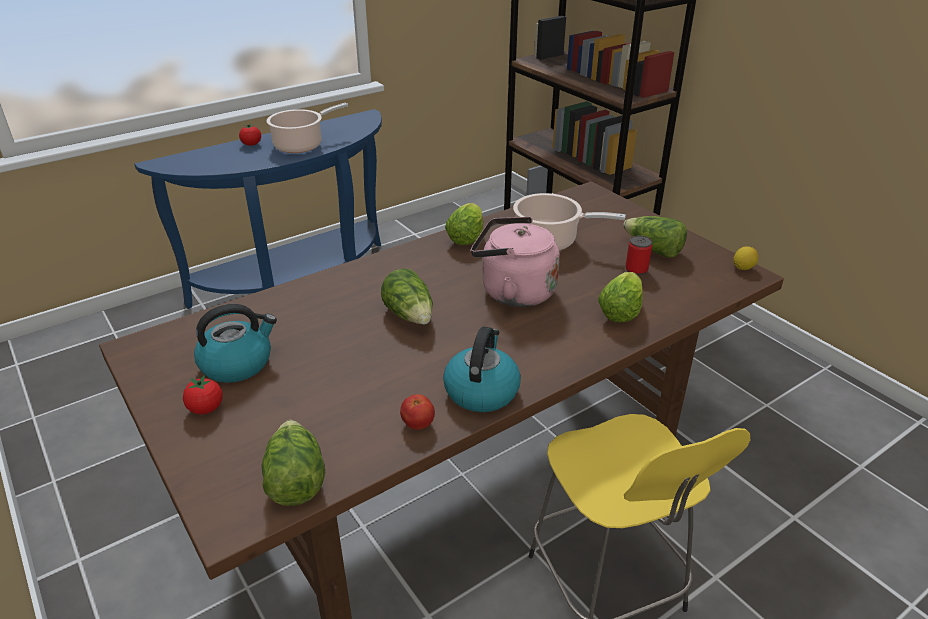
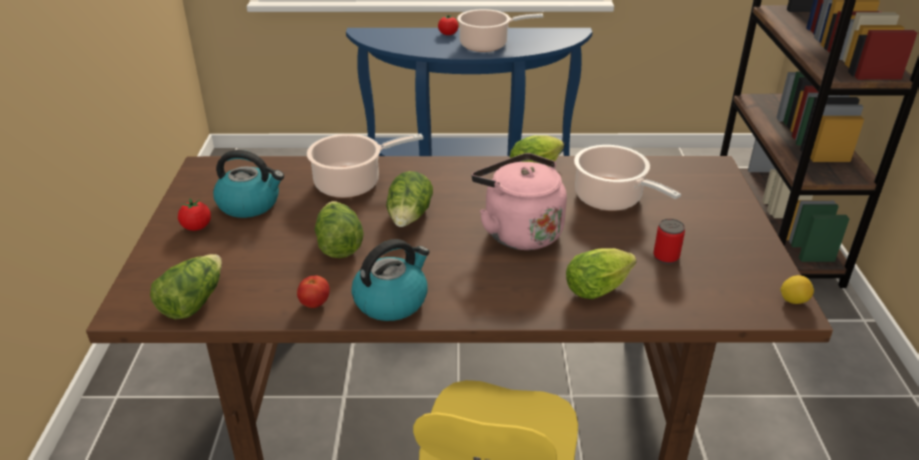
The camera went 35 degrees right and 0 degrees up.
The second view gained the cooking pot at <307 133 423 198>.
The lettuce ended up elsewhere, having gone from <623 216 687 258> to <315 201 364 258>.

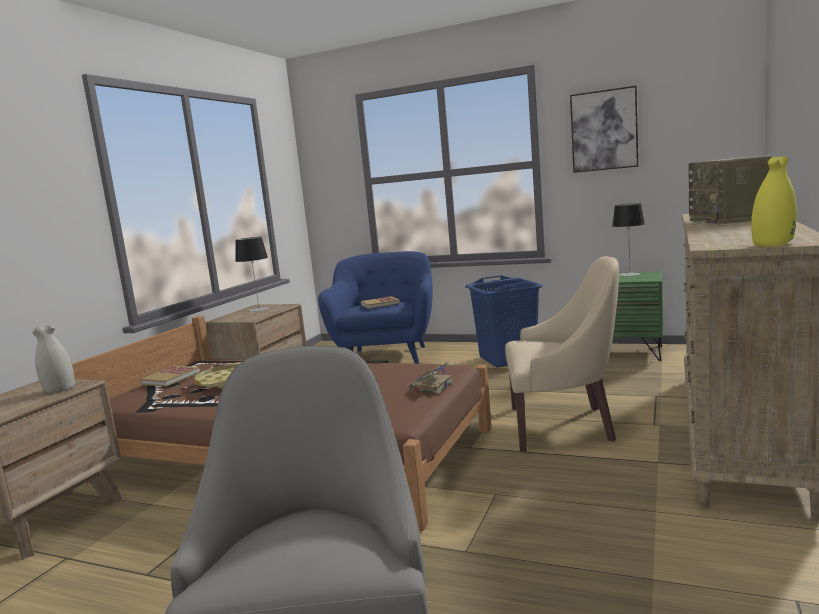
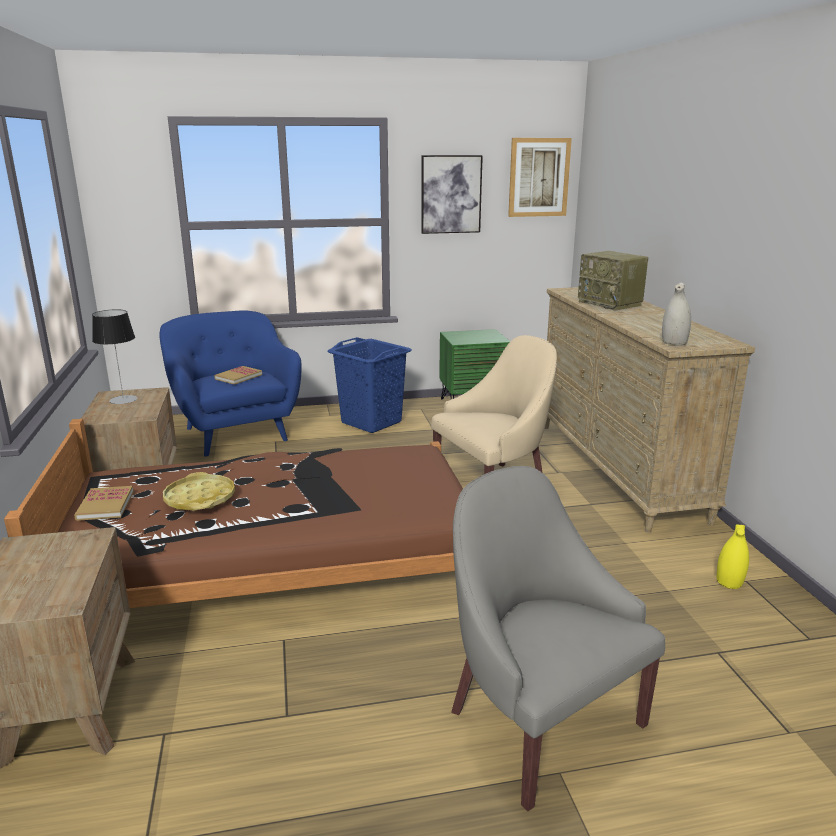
The camera went 35 degrees left and 10 degrees up.
The second view gained the picture at <508 138 572 217>.
The vase in white ended up elsewhere, having gone from <32 324 75 393> to <662 283 691 345>.
The vase in yellow ended up elsewhere, having gone from <751 156 797 247> to <716 524 749 589>.
The second view lost the book at <409 362 454 394>.
The second view lost the table lamp at <612 203 645 276>.

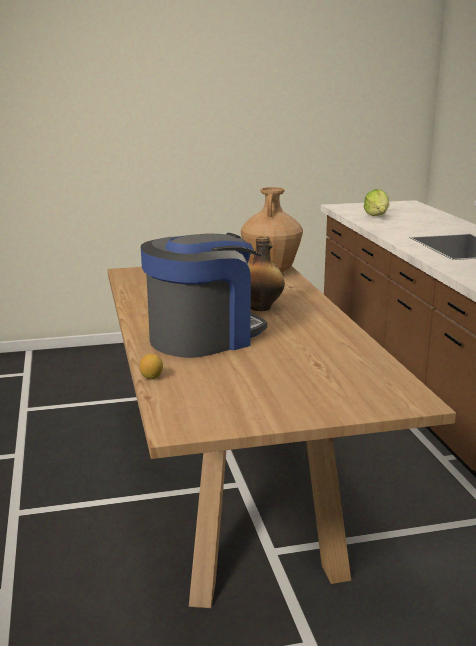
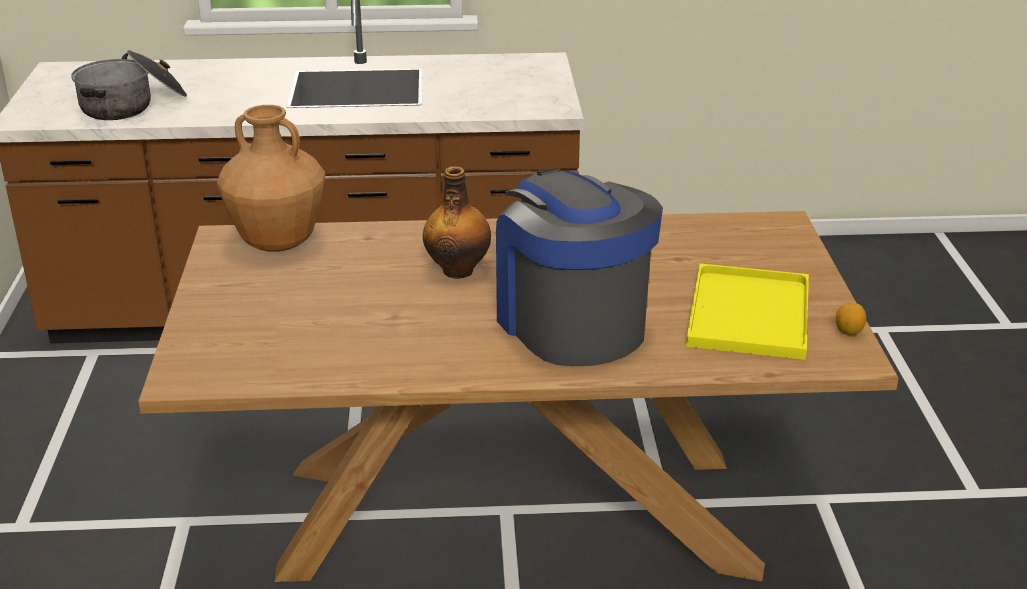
The camera went 80 degrees left and 10 degrees up.
Where the lettuce stood at <363 189 389 216>, the cooking pot came to stand at <71 50 187 120>.
The second view gained the tray in yellow at <686 264 809 360>.
The lemon ended up elsewhere, having gone from <140 354 163 379> to <836 303 866 335>.

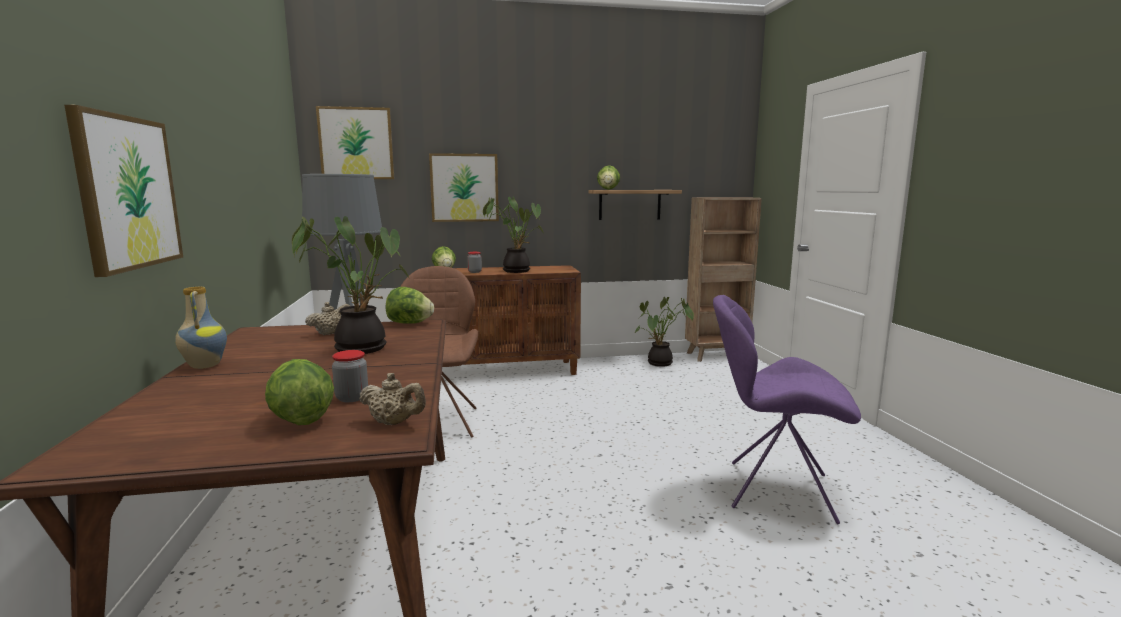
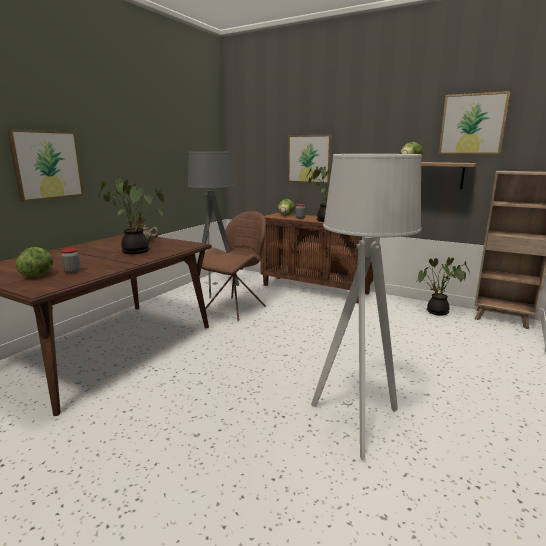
The camera went 40 degrees right and 5 degrees up.
Where the chair in purple stood at <713 295 861 524>, the floor lamp in grey came to stand at <311 154 422 460>.
The picture ended up elsewhere, having gone from <316 106 394 179> to <439 91 510 154>.
The second view lost the vase at <175 287 227 369>.
The second view lost the teapot in beige at <359 373 426 425>.
The second view lost the lettuce at <386 287 434 324>.

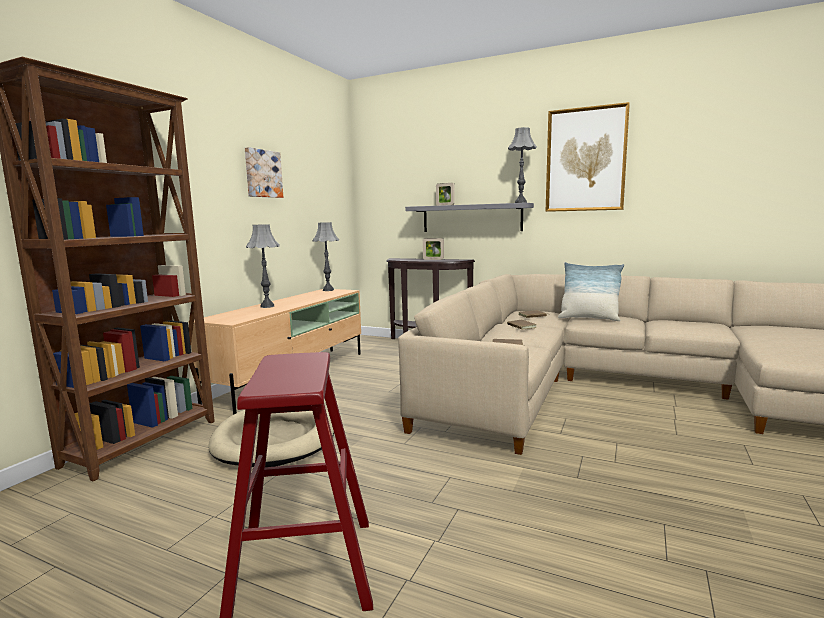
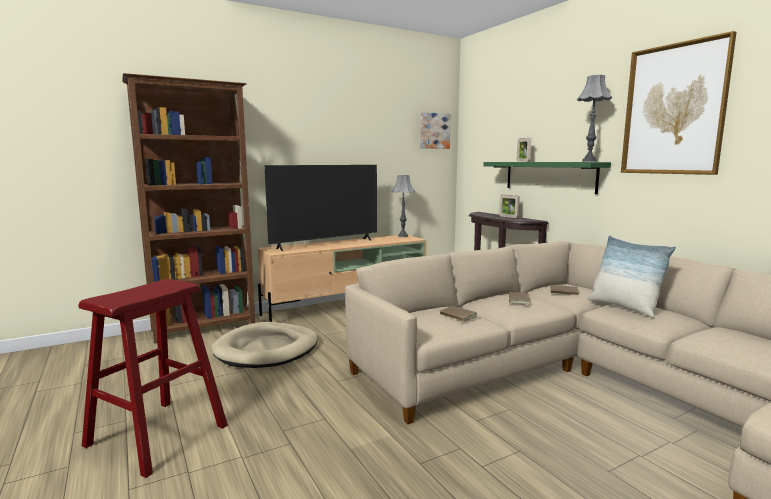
The camera went 35 degrees right and 0 degrees up.
Where the table lamp in grey stood at <246 224 280 308>, the television came to stand at <264 165 377 251>.
The picture ended up elsewhere, having gone from <245 147 283 198> to <420 112 451 149>.
What was the shelf in grey at <405 203 534 232> turned into the shelf in green at <483 162 611 194>.

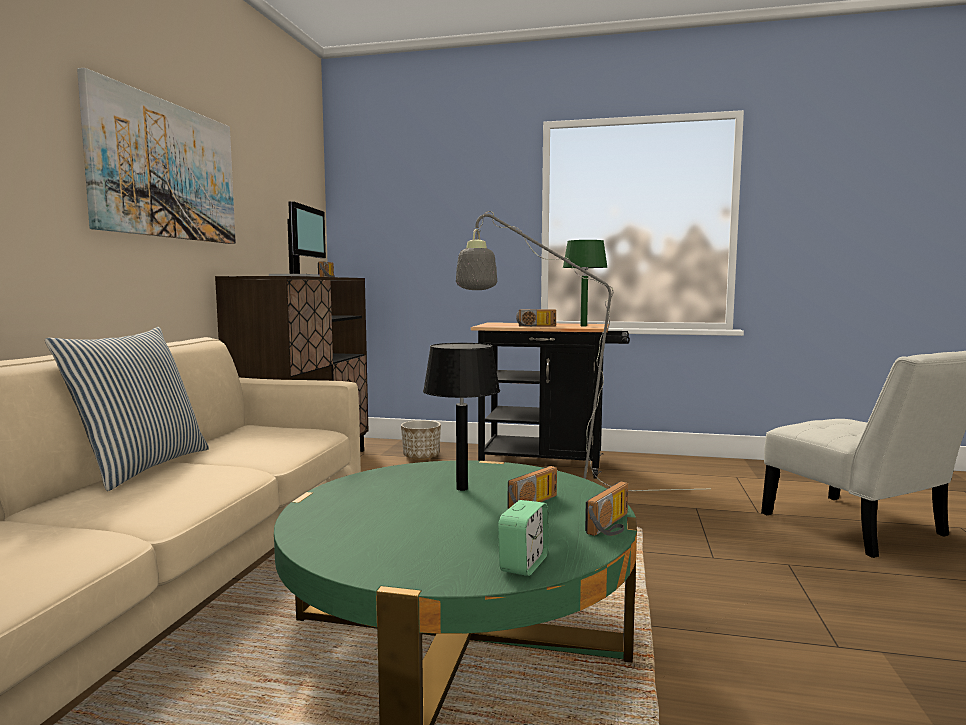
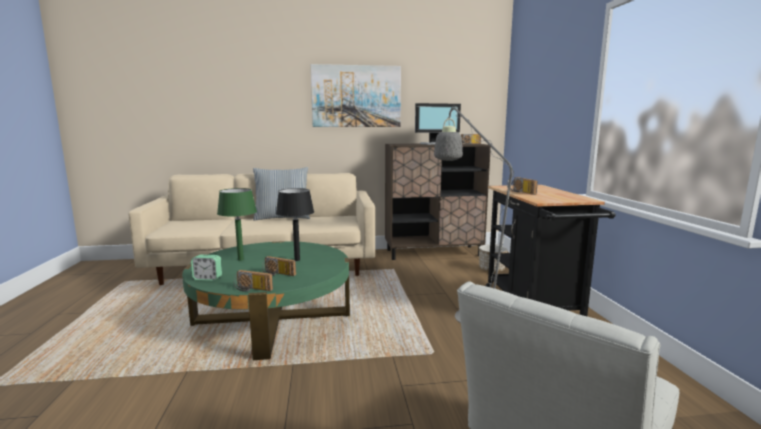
The camera went 70 degrees right and 5 degrees up.
The table lamp in green ended up elsewhere, having gone from <563 240 608 326> to <217 188 257 261>.

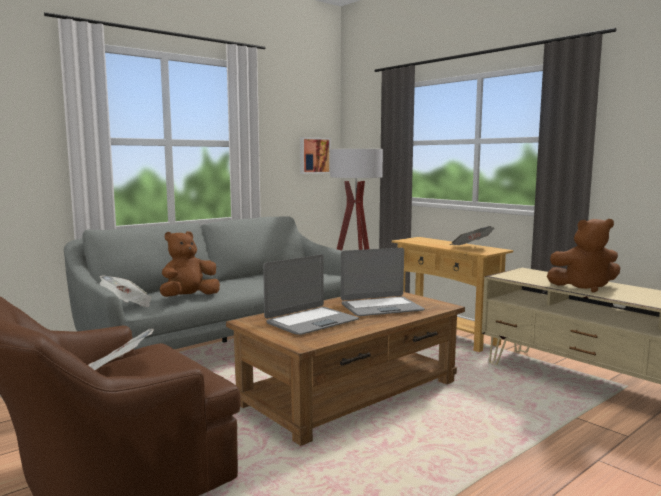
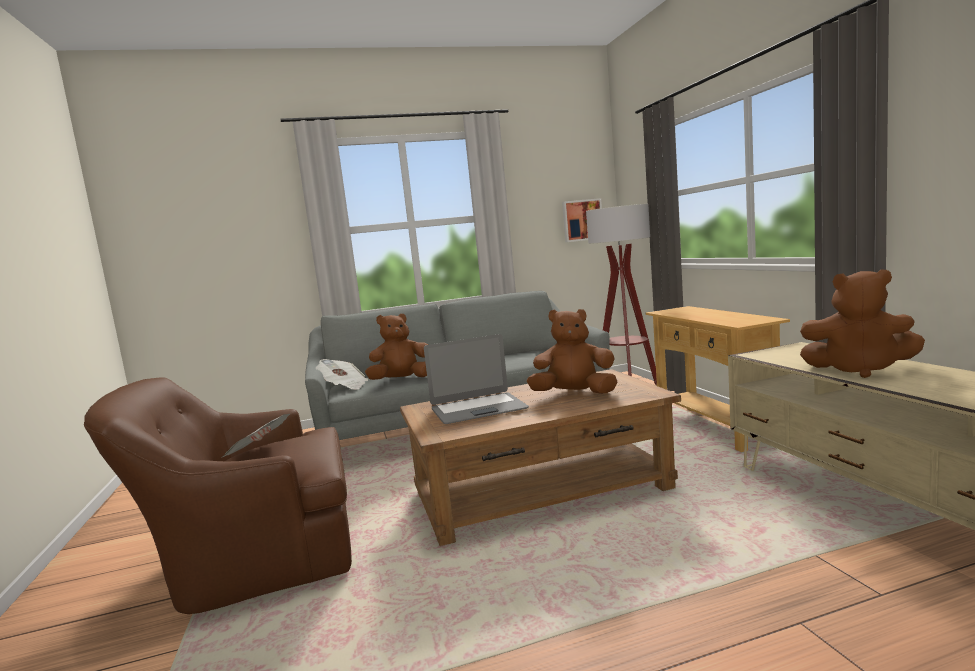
The camera went 25 degrees right and 0 degrees up.
Where the laptop stood at <341 248 425 316>, the plush toy in brown came to stand at <527 309 617 394>.
The second view lost the newspaper at <450 226 495 245>.

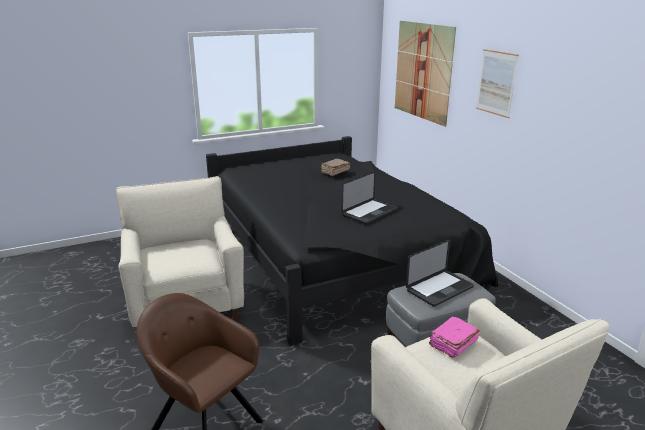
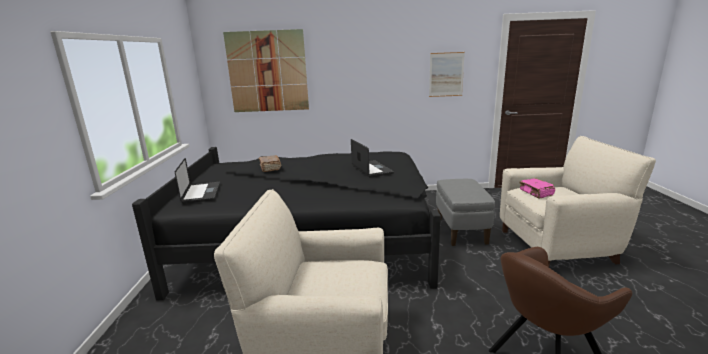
The camera went 65 degrees left and 5 degrees down.
The laptop ended up elsewhere, having gone from <406 239 474 307> to <175 158 220 204>.
The picture ended up elsewhere, having gone from <476 49 519 118> to <429 52 465 97>.

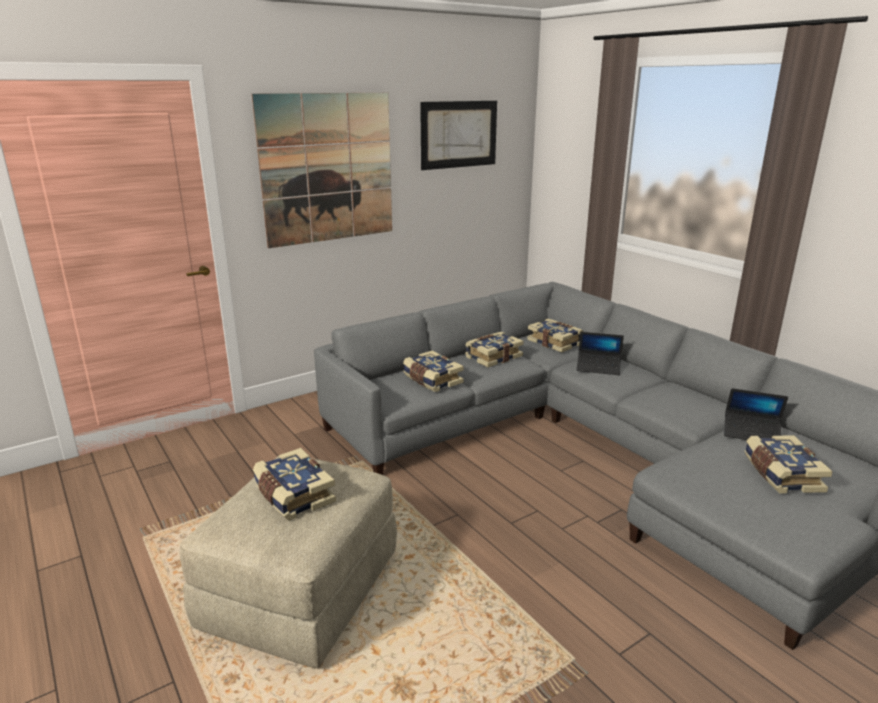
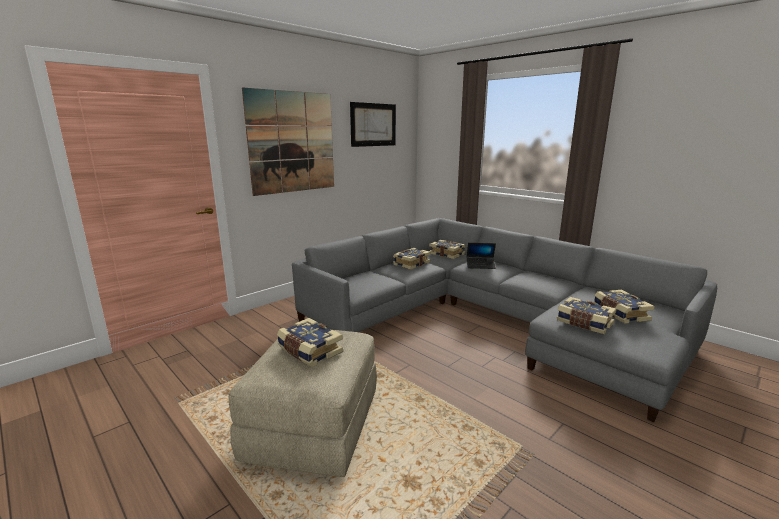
The camera went 10 degrees left and 5 degrees down.
The book ended up elsewhere, having gone from <403 350 464 392> to <557 297 617 334>.
The second view lost the laptop at <724 388 788 440>.

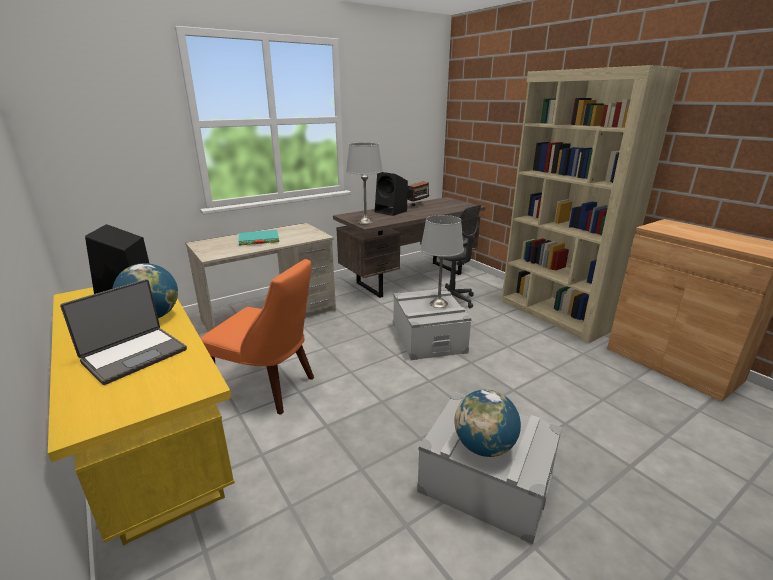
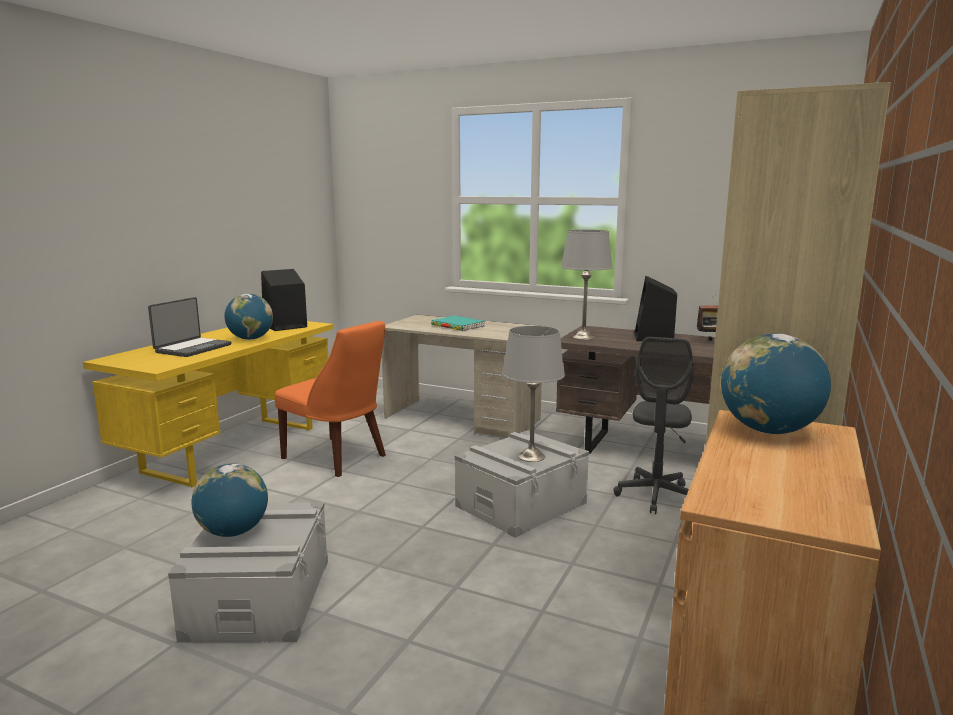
The camera went 60 degrees right and 10 degrees down.
The laptop at <60 279 187 385> ended up facing another way, 75 degrees counterclockwise from before.
The chair in orange at <201 259 314 415> ended up facing another way, 45 degrees counterclockwise from before.
The second view gained the globe at <721 334 831 434>.

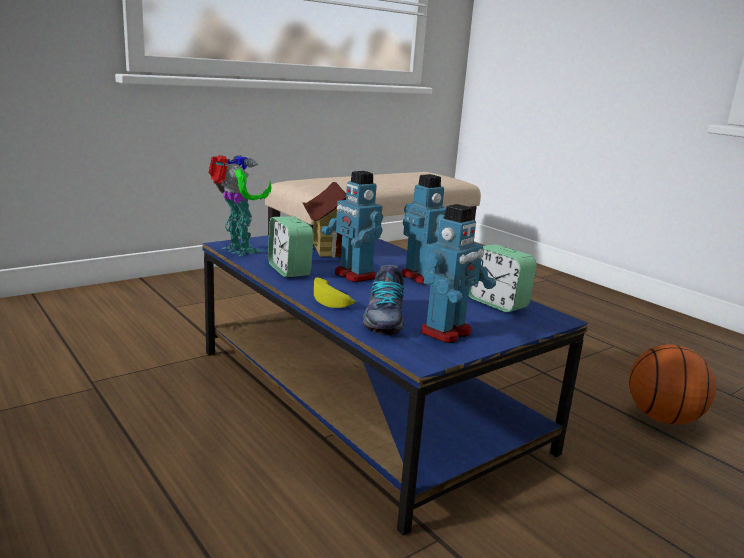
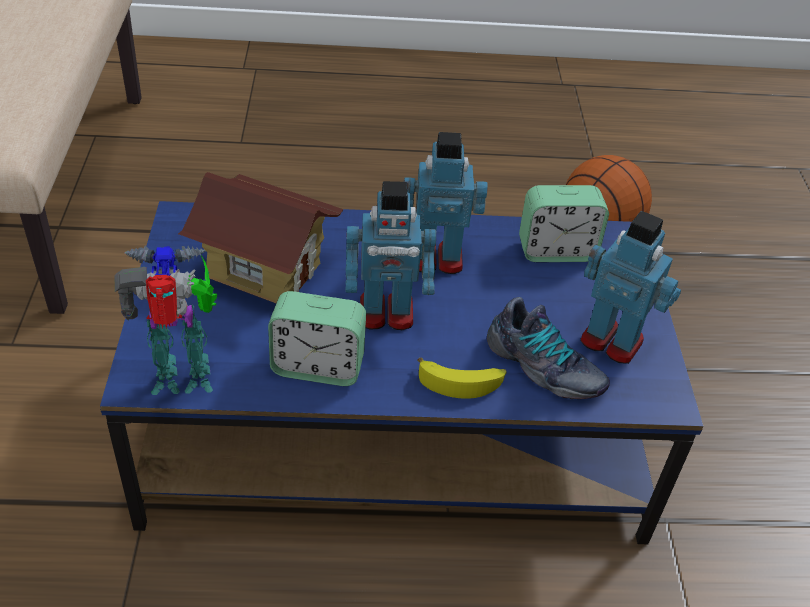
The camera went 55 degrees left and 25 degrees up.
The toy robot at <421 204 496 343> ended up facing another way, 45 degrees counterclockwise from before.

